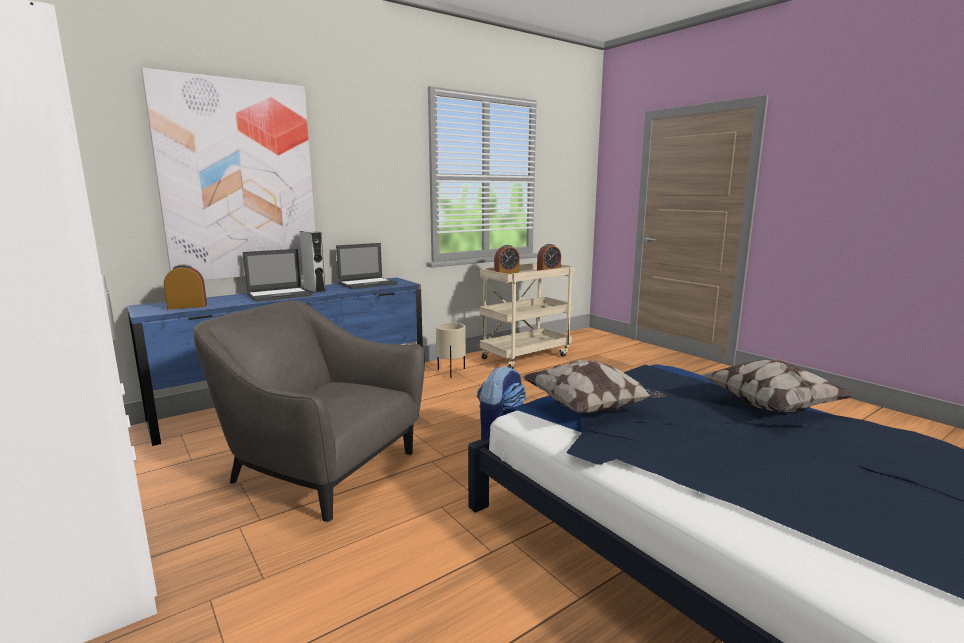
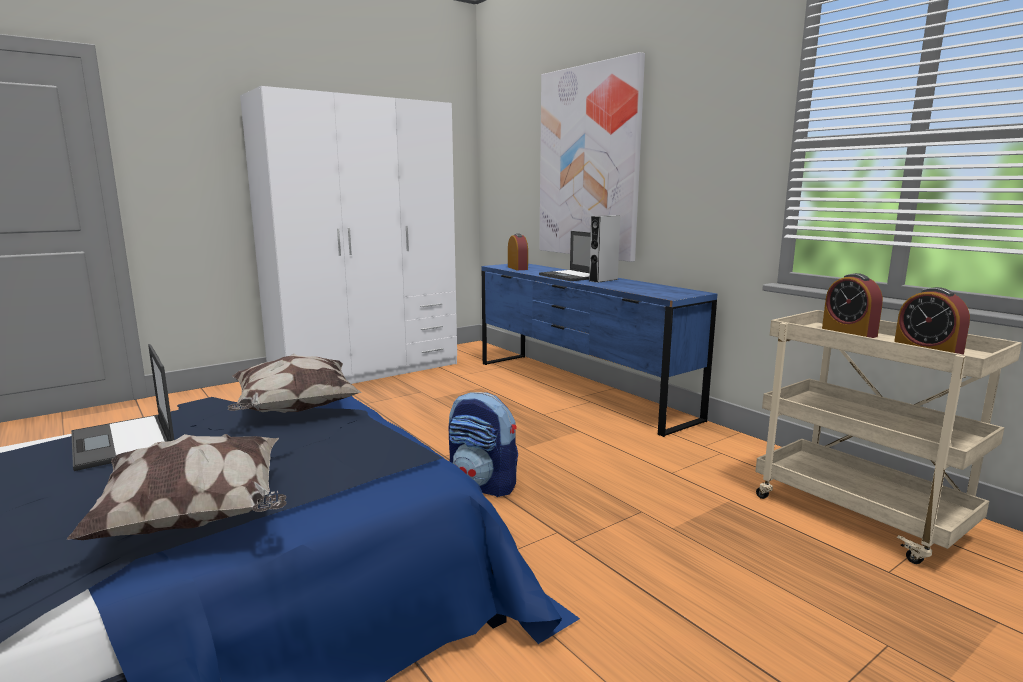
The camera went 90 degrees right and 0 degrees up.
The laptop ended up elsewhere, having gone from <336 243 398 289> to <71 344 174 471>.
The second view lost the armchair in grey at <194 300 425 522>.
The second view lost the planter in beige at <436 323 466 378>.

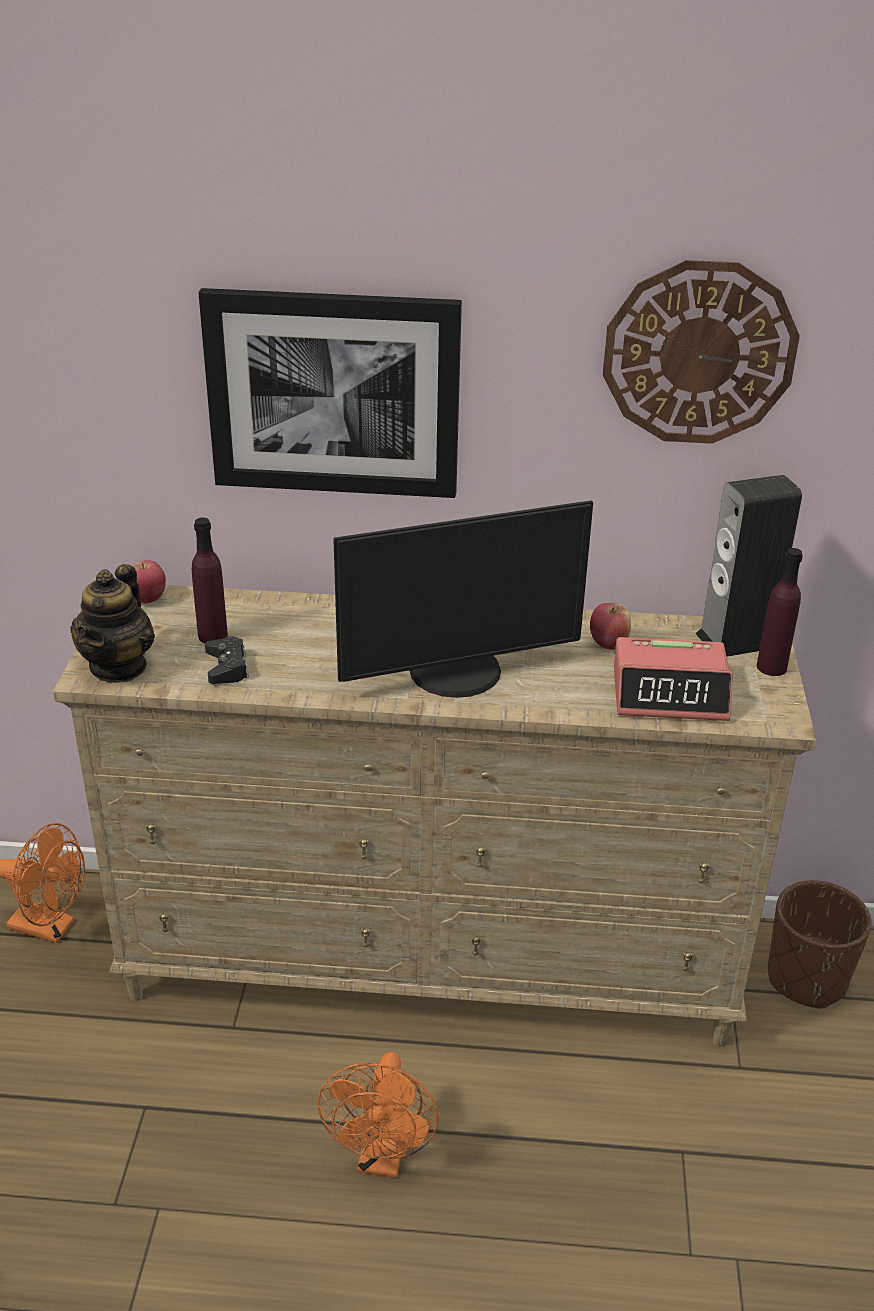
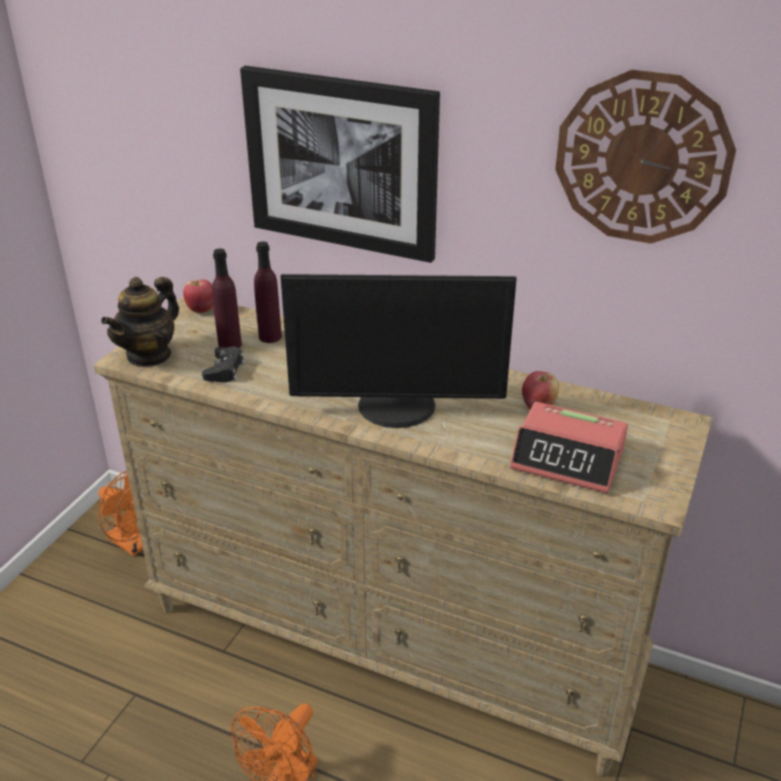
The camera went 20 degrees right and 0 degrees up.
The bottle in purple ended up elsewhere, having gone from <757 548 803 676> to <254 241 282 343>.
The second view lost the speaker at <695 475 802 657>.
The second view lost the planter in brown at <768 880 872 1009>.

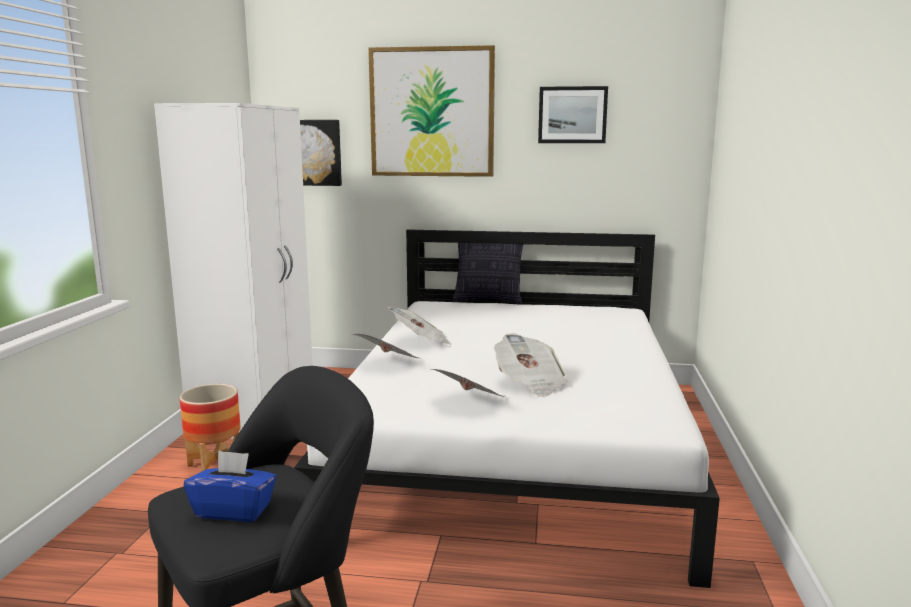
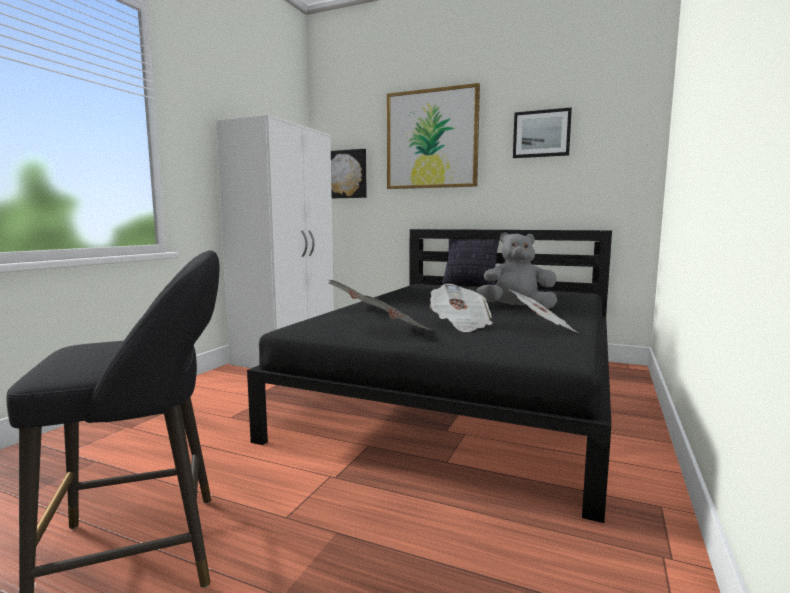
The camera went 15 degrees right and 5 degrees down.
What was the bed in white at <294 229 720 588> turned into the bed in black at <247 229 612 523>.
The second view gained the plush toy in grey at <476 232 557 309>.
The newspaper ended up elsewhere, having gone from <388 307 451 344> to <508 289 578 333>.
The second view lost the planter at <180 384 241 471>.
The second view lost the tissue box in blue at <184 450 276 522>.

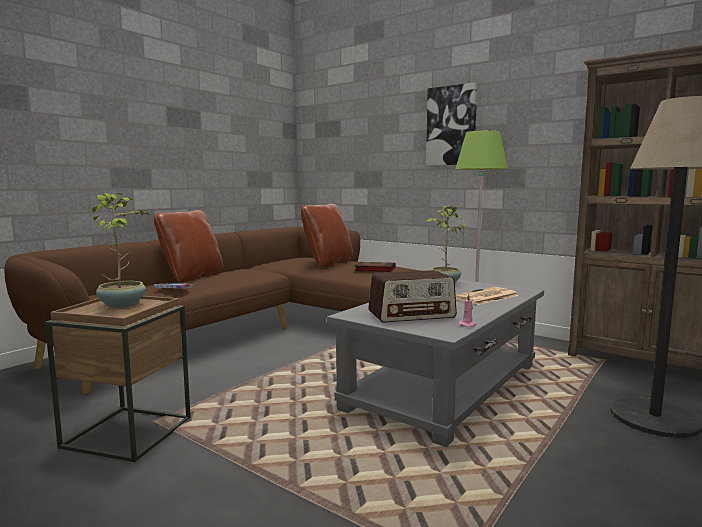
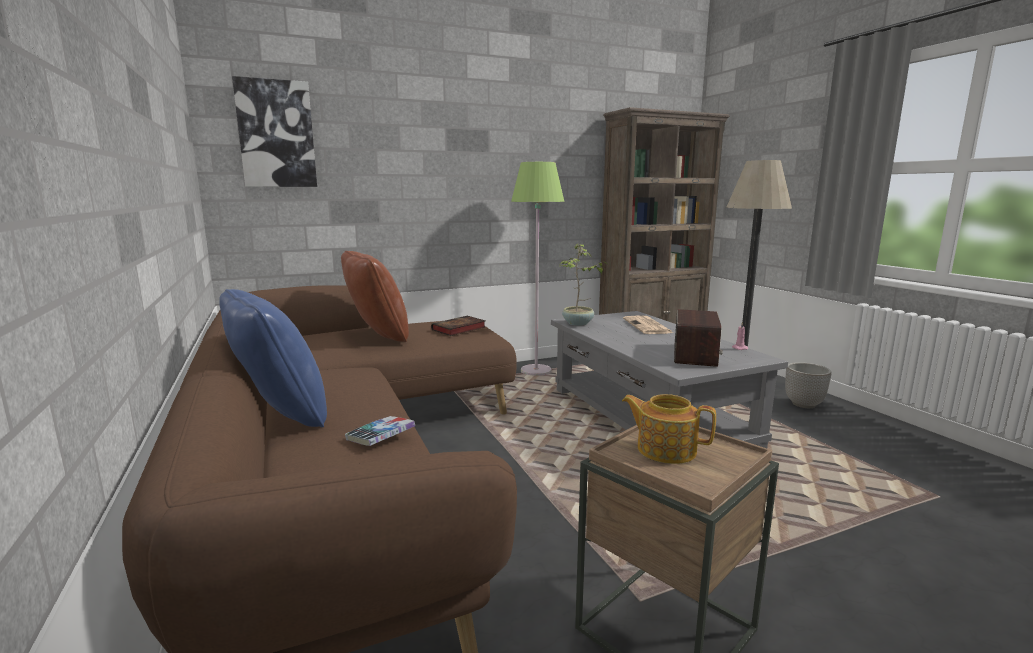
The camera went 60 degrees left and 5 degrees up.
What was the pillow in brown at <154 210 223 283> turned into the pillow in blue at <219 289 327 427>.
The picture ended up elsewhere, having gone from <426 82 477 166> to <232 76 317 187>.
Where the potted plant stood at <92 193 150 308>, the teapot came to stand at <622 394 716 464>.
The second view gained the planter at <785 362 831 408>.

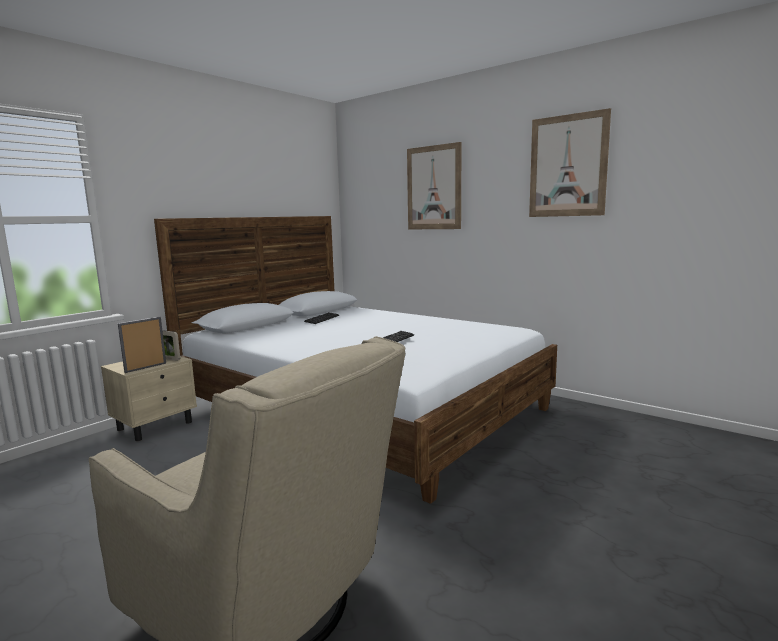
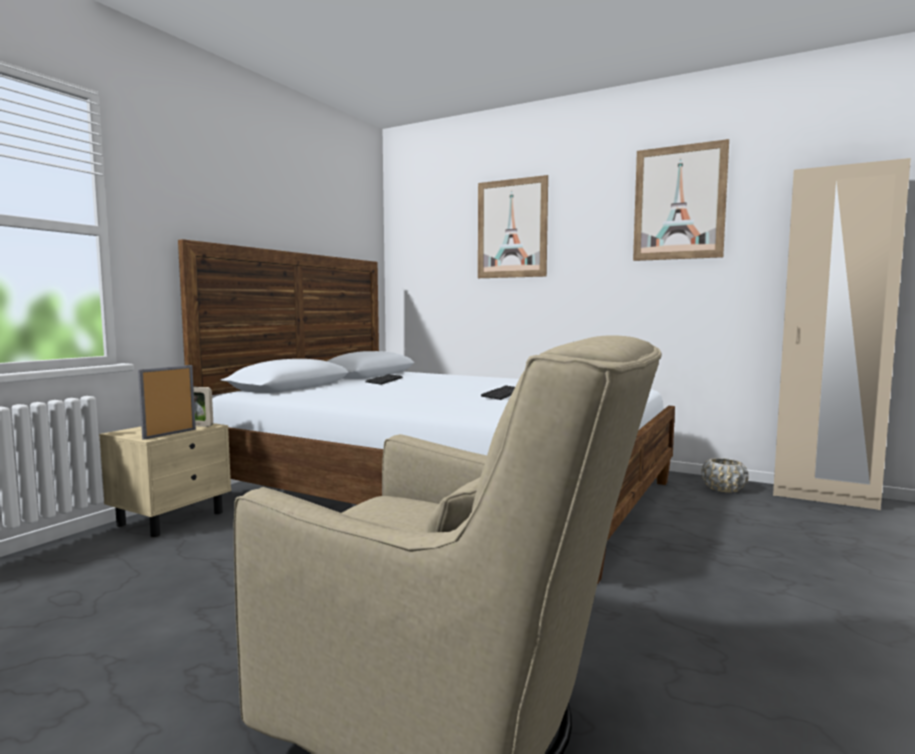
The camera went 10 degrees left and 5 degrees down.
The second view gained the planter in beige at <701 458 749 493>.
The second view gained the wardrobe in beige at <773 158 911 510>.

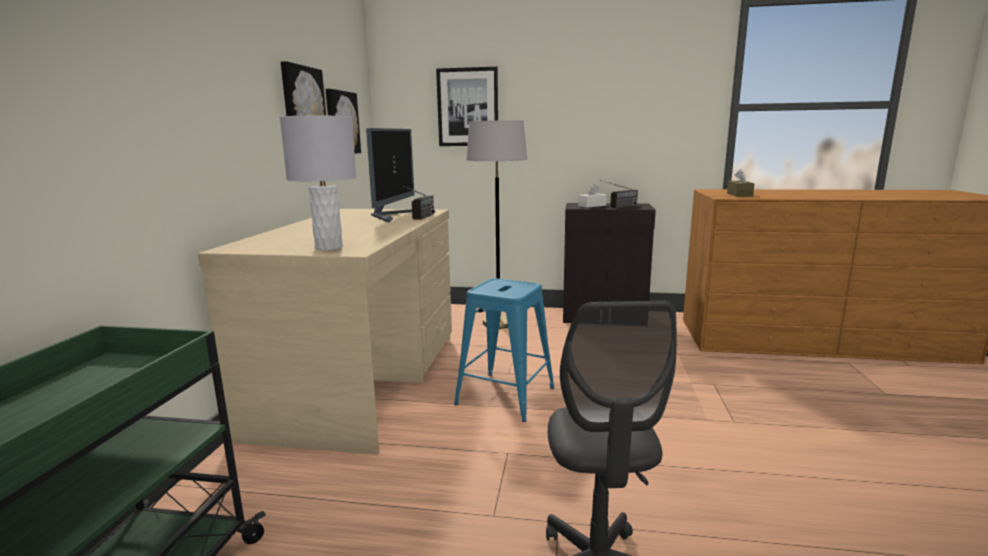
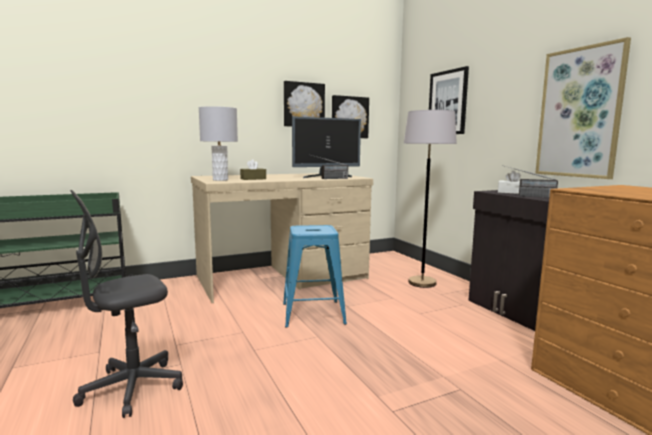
The camera went 55 degrees right and 5 degrees down.
The tissue box in brown ended up elsewhere, having gone from <727 169 754 197> to <240 159 266 180>.
The second view gained the picture at <535 37 631 179>.

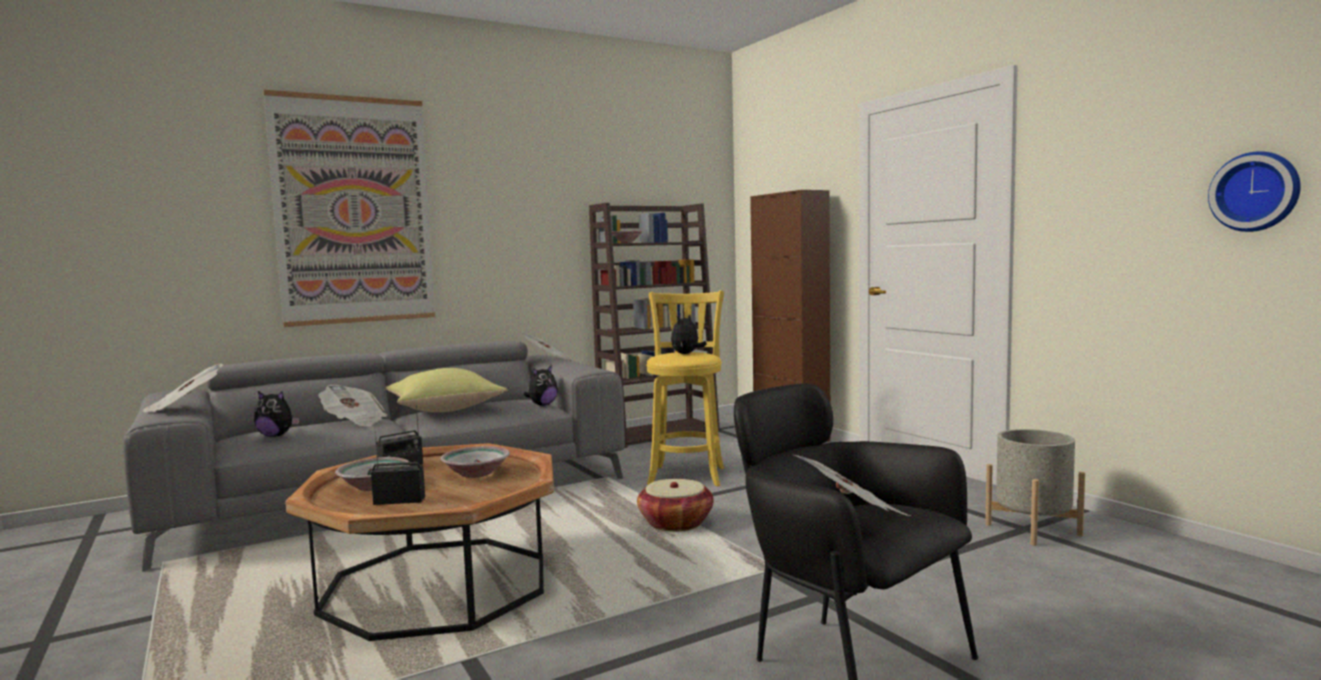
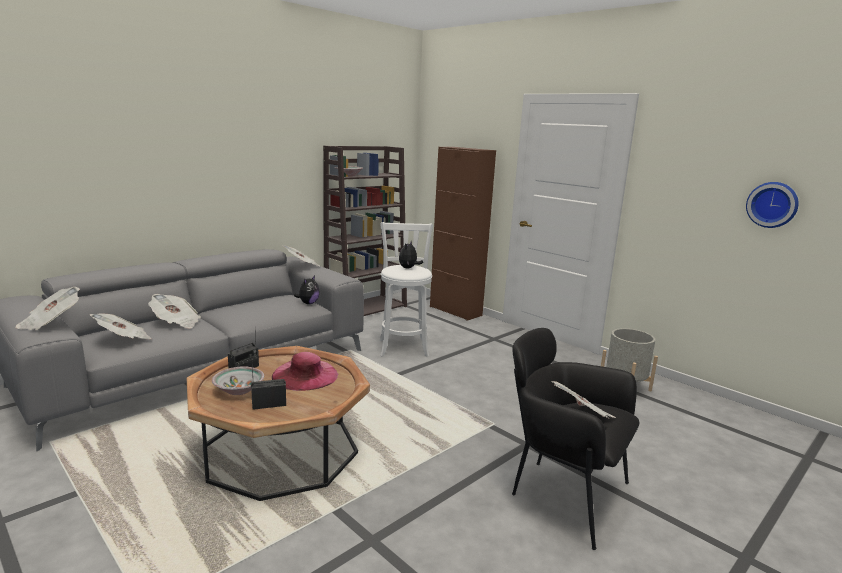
The camera went 15 degrees left and 10 degrees up.
Where the plush toy stood at <254 391 300 437>, the newspaper came to stand at <90 313 151 339>.
Where the bowl stood at <441 446 510 478>, the hat in pink came to stand at <272 352 338 391>.
What was the stool in yellow at <646 290 724 486> turned into the stool in white at <379 222 433 357>.
The second view lost the picture at <263 90 435 327>.
The second view lost the pillow in yellow at <385 368 508 412>.
The second view lost the basket at <637 479 714 532>.

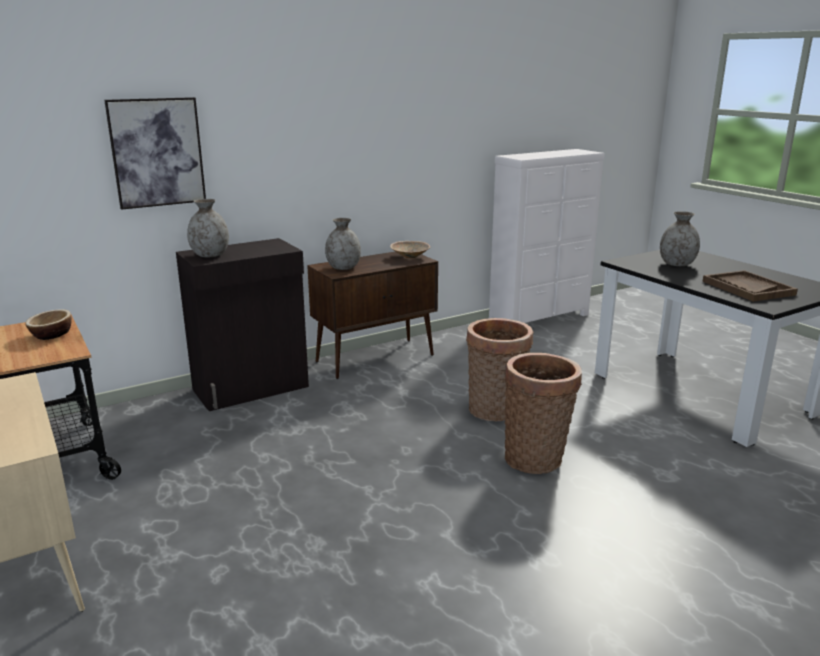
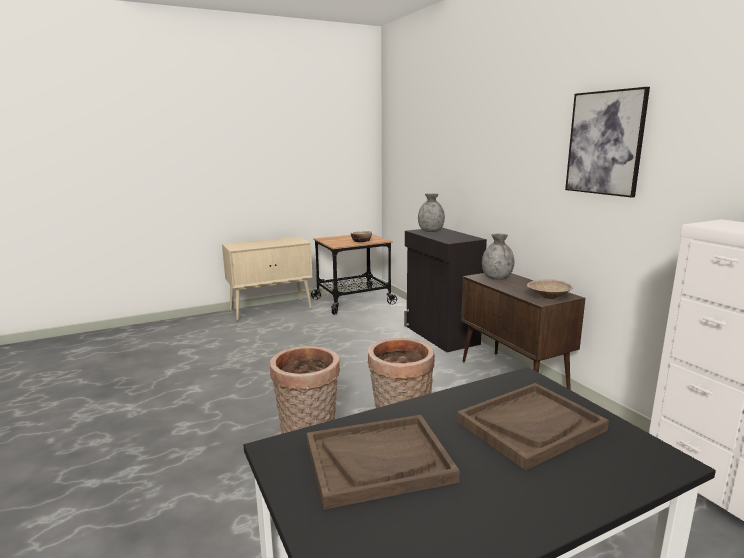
The camera went 95 degrees right and 5 degrees down.
Where the vase in grey stood at <660 211 700 266>, the tray in brown came to stand at <457 383 609 470>.
The picture ended up elsewhere, having gone from <104 97 206 210> to <565 87 650 198>.

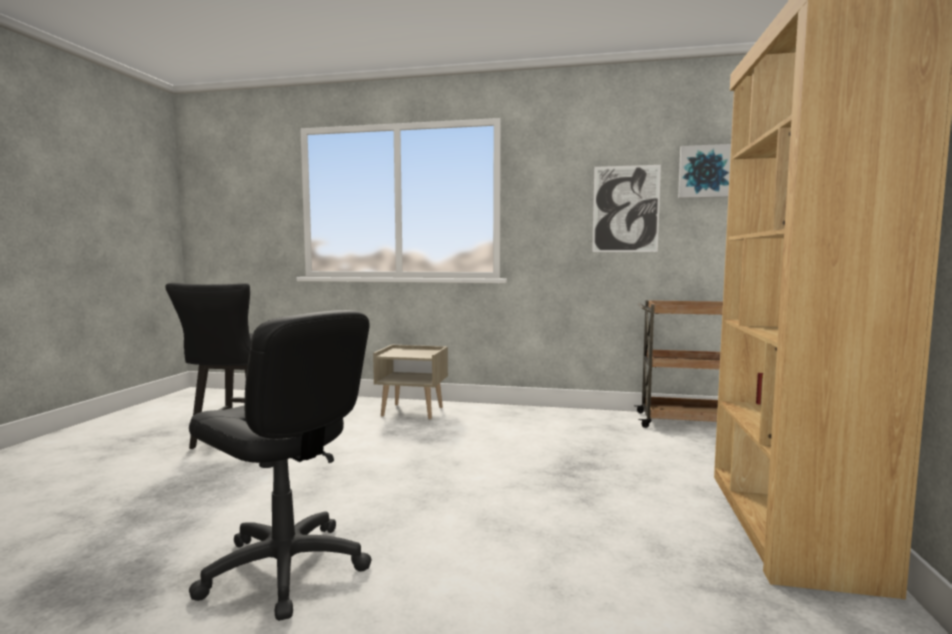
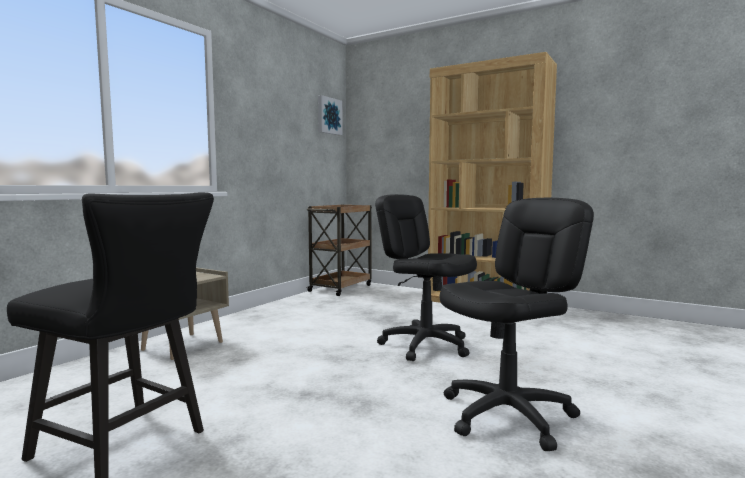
The camera went 70 degrees left and 0 degrees up.
The second view gained the office chair in black at <375 194 477 361>.
The second view lost the picture at <592 165 661 252>.

